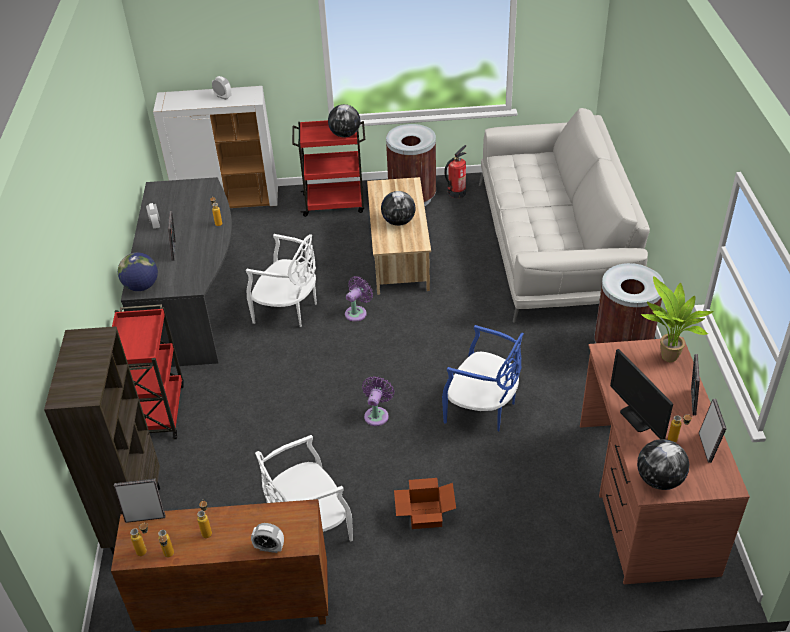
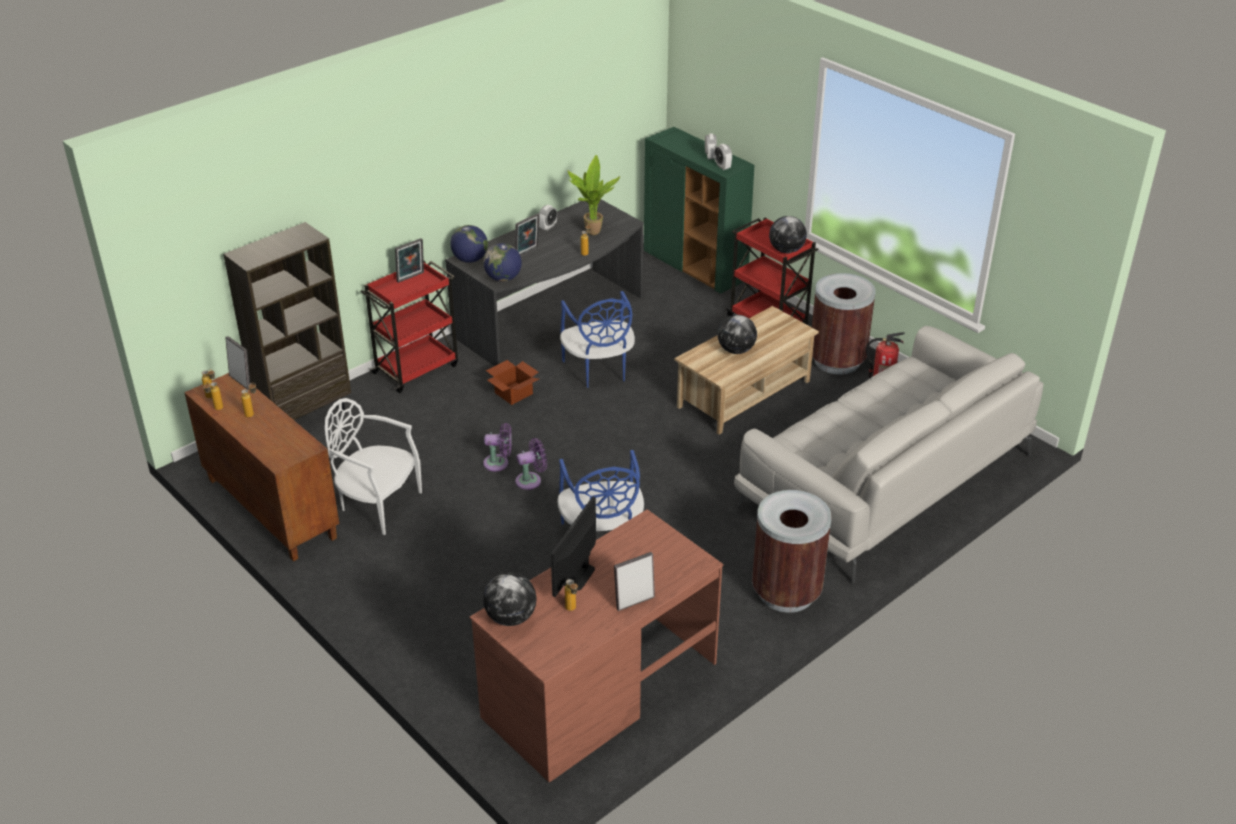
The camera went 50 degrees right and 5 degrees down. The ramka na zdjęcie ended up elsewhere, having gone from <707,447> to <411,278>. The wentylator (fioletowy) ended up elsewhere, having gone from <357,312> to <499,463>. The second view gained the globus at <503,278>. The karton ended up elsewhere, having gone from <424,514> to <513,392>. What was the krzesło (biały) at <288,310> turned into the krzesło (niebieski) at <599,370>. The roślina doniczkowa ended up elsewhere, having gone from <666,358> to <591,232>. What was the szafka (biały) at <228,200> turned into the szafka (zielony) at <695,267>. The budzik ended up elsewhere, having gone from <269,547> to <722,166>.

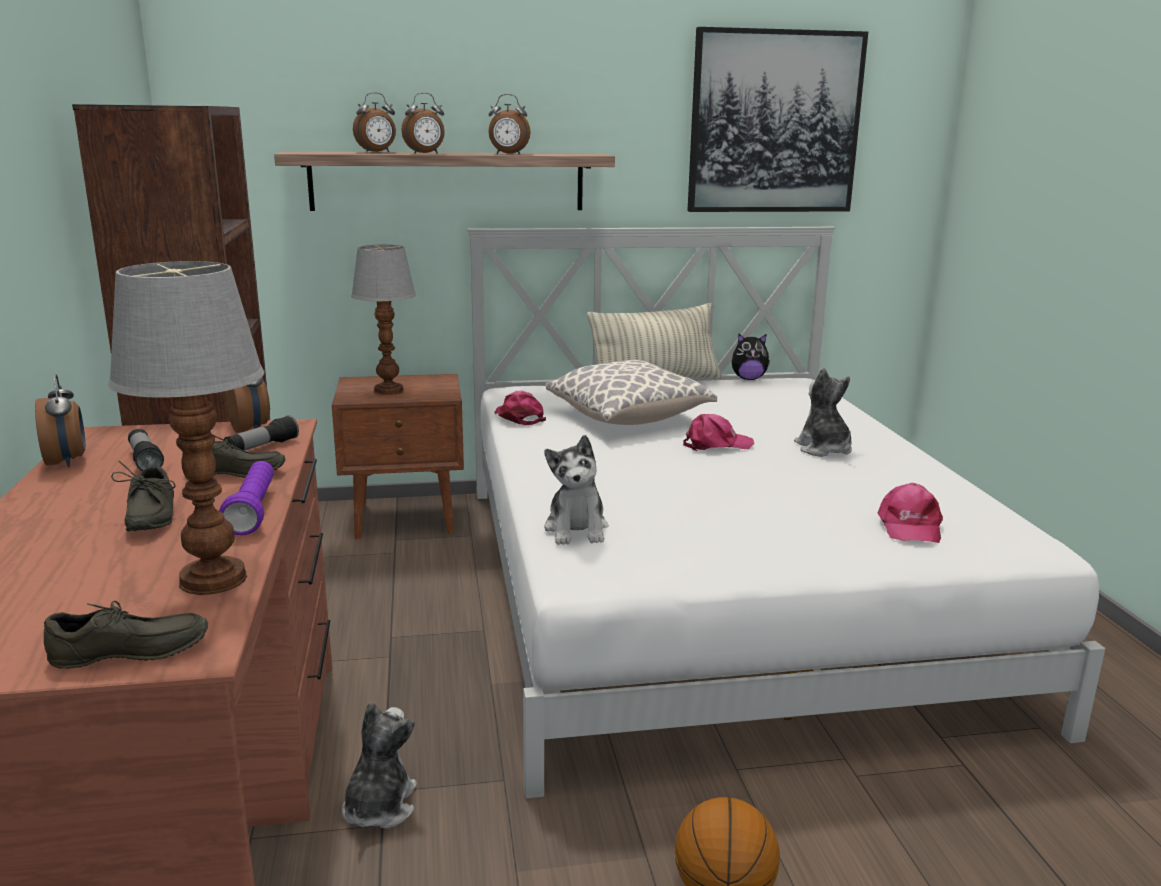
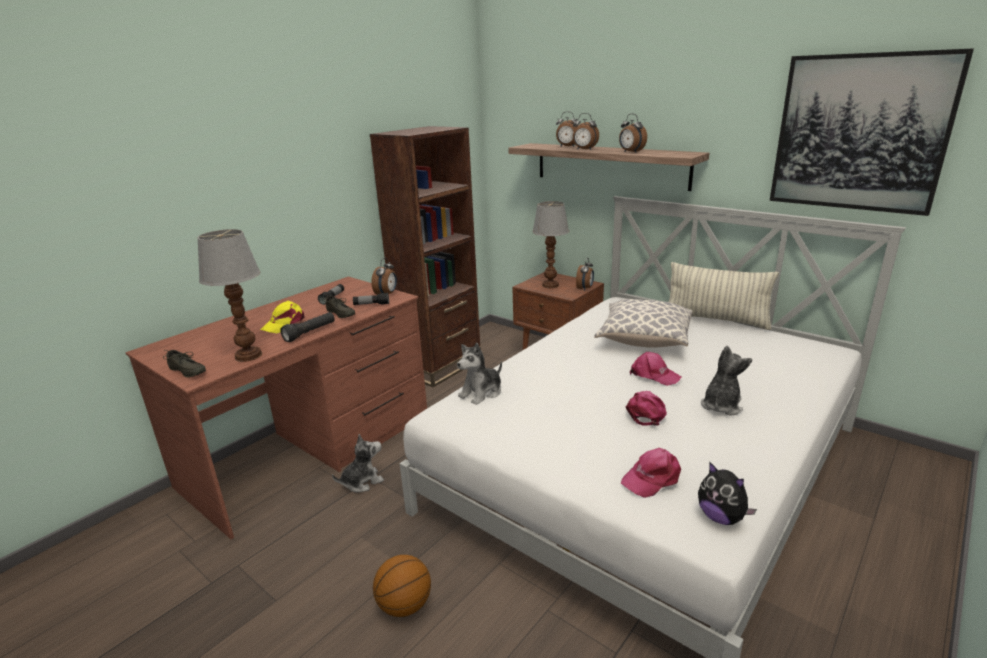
The camera went 50 degrees right and 5 degrees up. Where the but (szary) stood at <147,518>, the czapka z daszkiem (żółty) came to stand at <284,324>. What was the latarka (fioletowy) at <253,511> turned into the latarka (czarny) at <310,333>. The budzik ended up elsewhere, having gone from <67,462> to <585,289>. The czapka z daszkiem (różowy) ended up elsewhere, having gone from <519,417> to <647,412>. The pluszak ended up elsewhere, having gone from <748,379> to <721,517>.

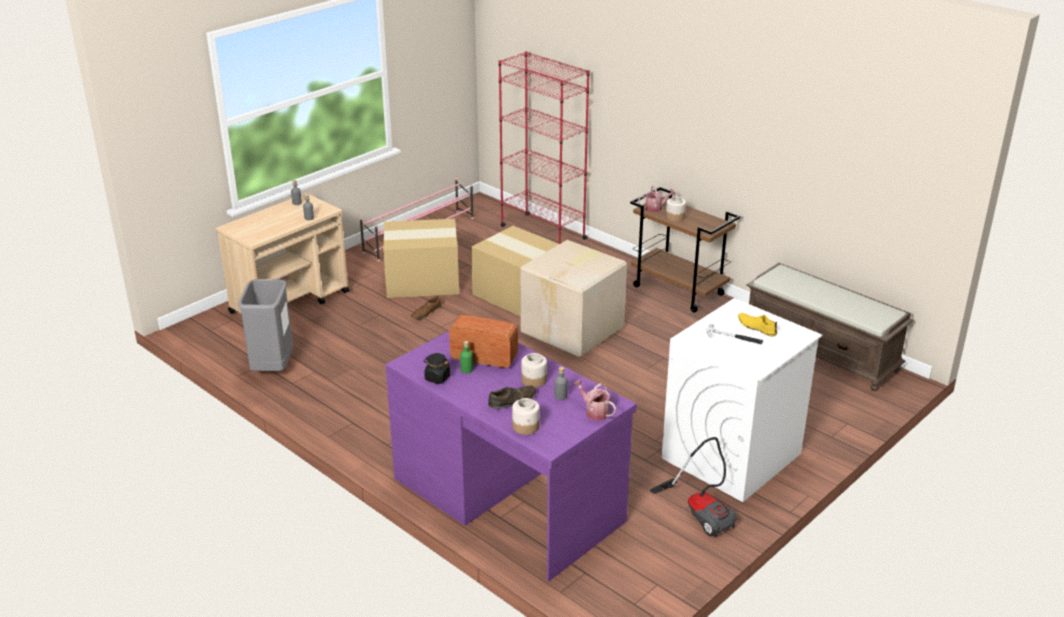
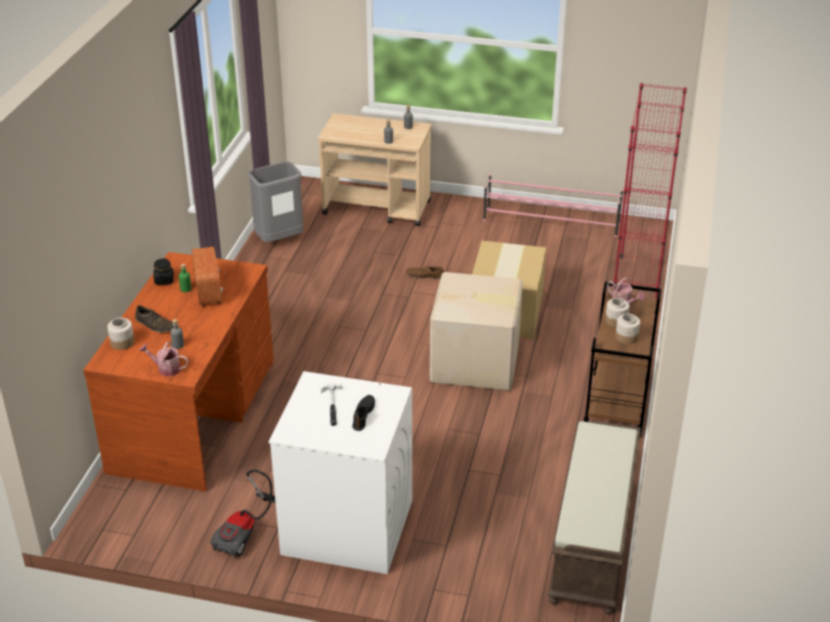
The camera went 60 degrees right and 5 degrees up. What was the biurko (fioletowy) at <508,498> turned into the biurko (brązowy) at <194,416>. The konewka at <594,411> ended up facing another way, 90 degrees counterclockwise from before. What was the but (żółty) at <757,327> turned into the but (czarny) at <363,415>. The słoik ended up elsewhere, having gone from <534,380> to <626,337>. The second view lost the karton at <421,280>.

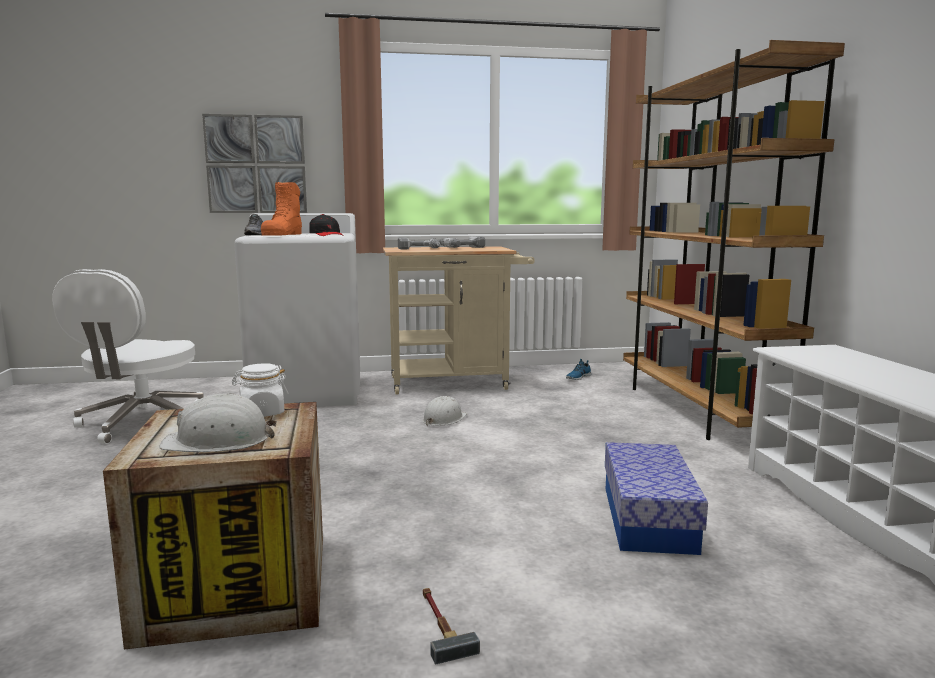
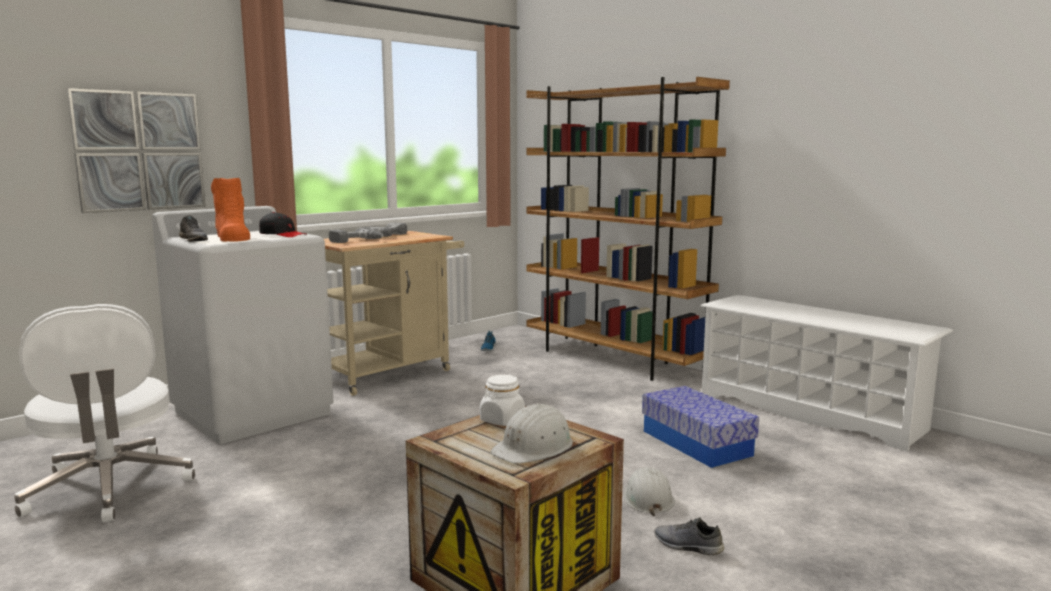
The camera went 35 degrees left and 0 degrees up. The kask (biały) ended up elsewhere, having gone from <444,419> to <647,498>. Where the młotek stood at <440,625>, the but (szary) came to stand at <687,546>.

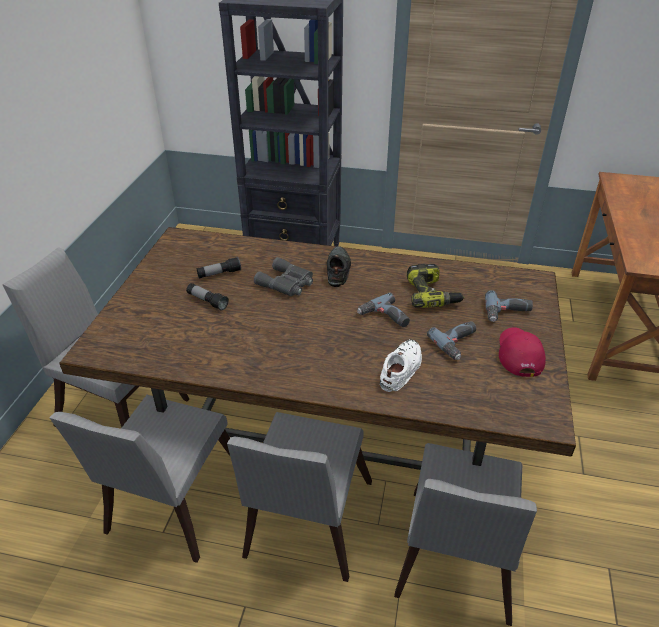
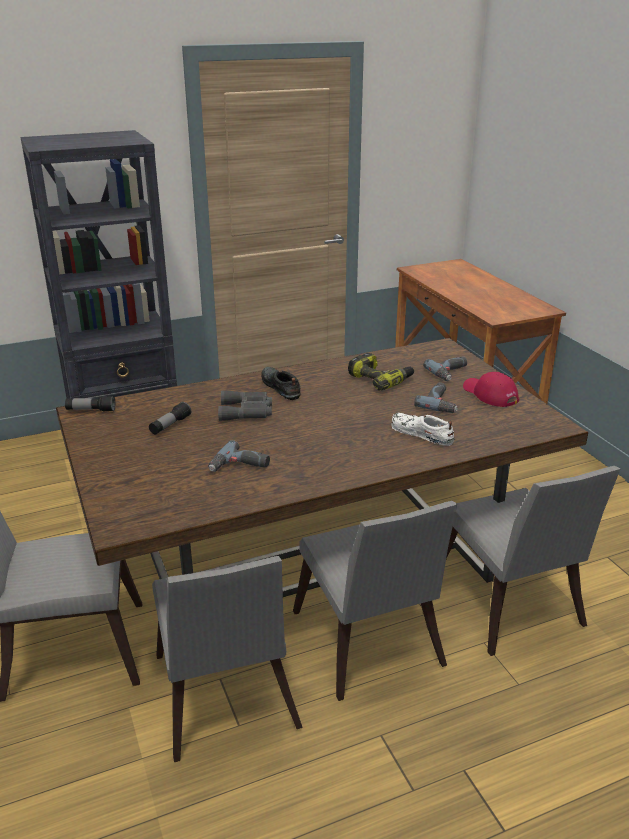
The camera went 35 degrees left and 10 degrees down. The latarka ended up elsewhere, having gone from <207,301> to <91,410>. The wiertarka ended up elsewhere, having gone from <384,318> to <239,466>. The but (biały) at <401,368> ended up facing another way, 45 degrees counterclockwise from before.

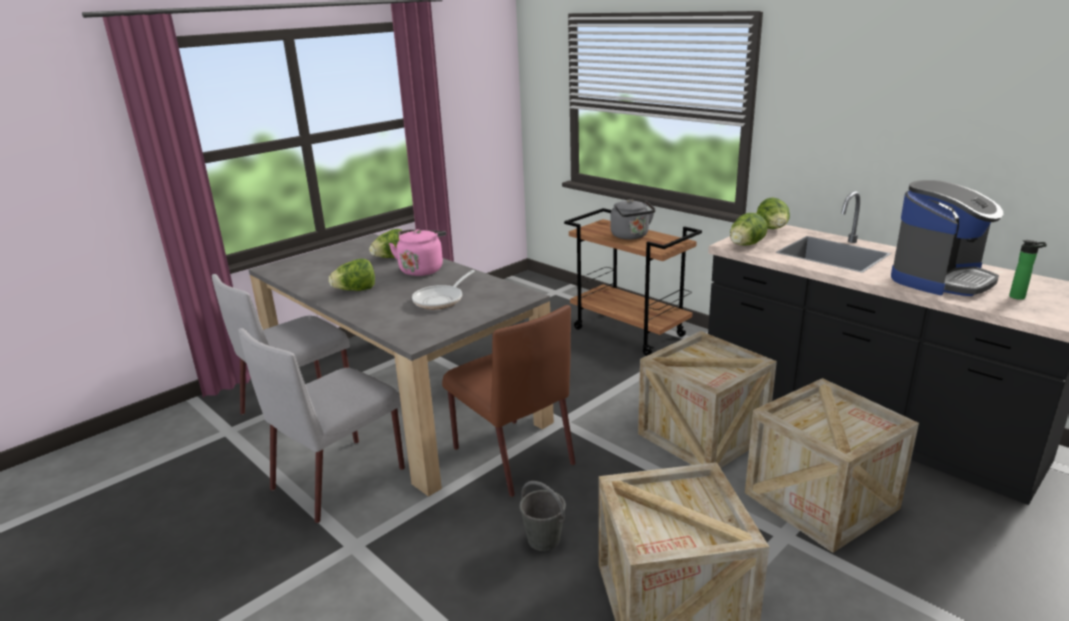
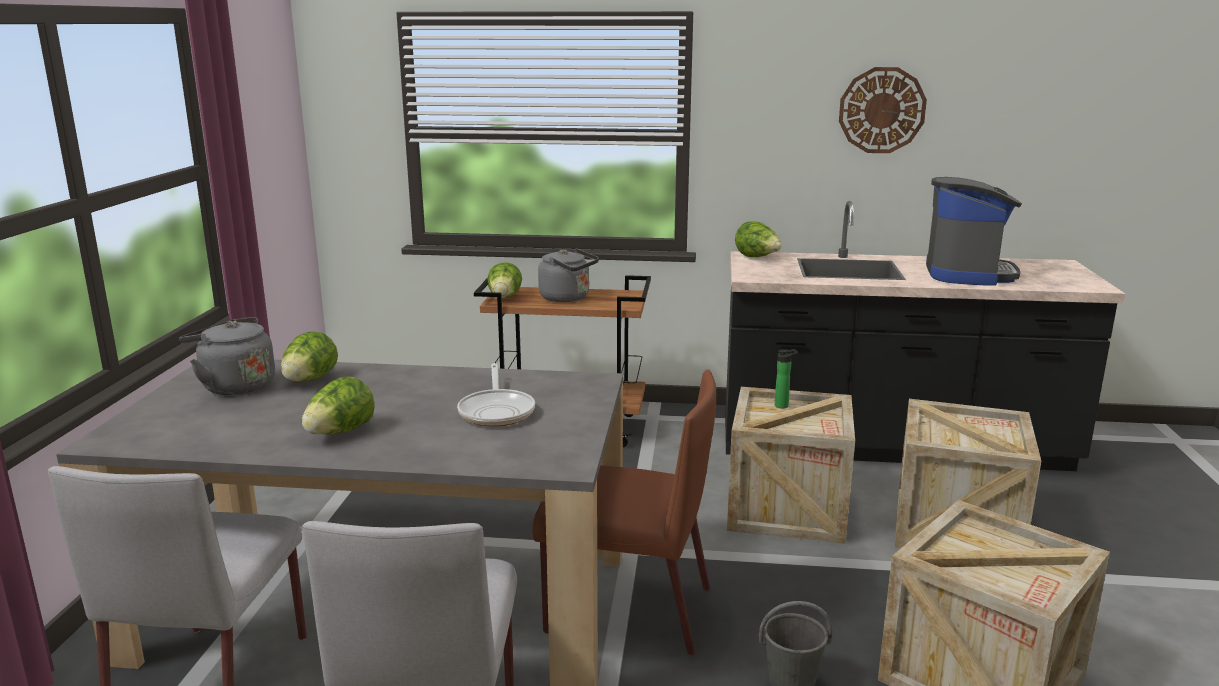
The camera went 40 degrees left and 5 degrees down. The second view gained the czajnik (szary) at <235,386>. The sałata ended up elsewhere, having gone from <745,245> to <504,298>. The butelka ended up elsewhere, having gone from <1019,297> to <783,405>. The second view gained the zegar ścienny at <882,110>. The second view lost the czajnik (różowy) at <422,269>.

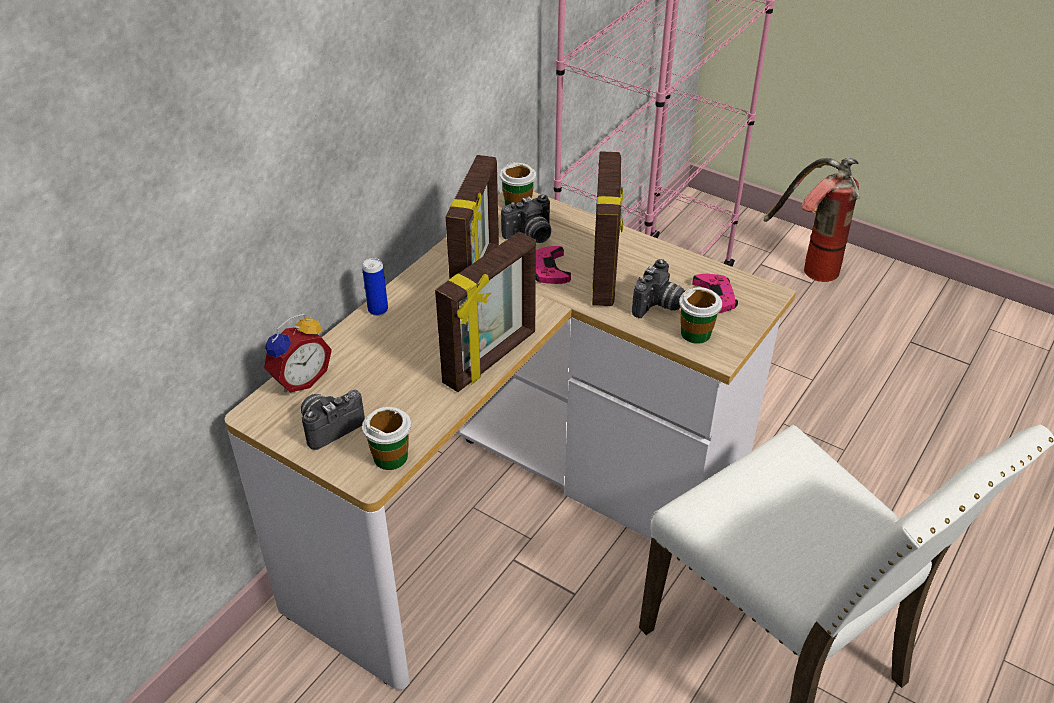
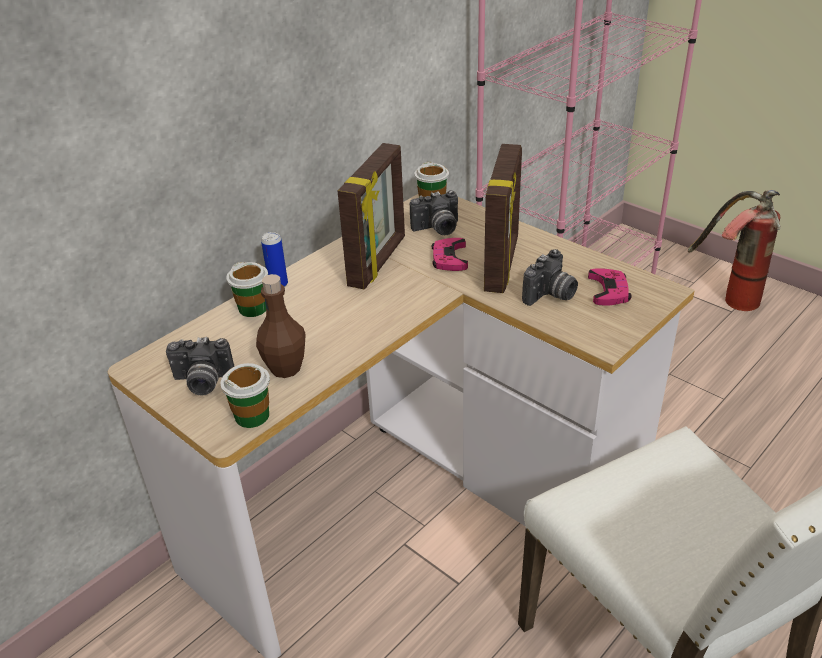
The camera went 10 degrees right and 5 degrees down. The aparat fotograficzny at <329,426> ended up facing another way, 150 degrees counterclockwise from before. The filiżanka ended up elsewhere, having gone from <696,333> to <253,308>. The second view gained the butelka (brązowy) at <285,368>. The second view lost the budzik at <299,379>. The second view lost the ramka na zdjęcie at <491,359>.

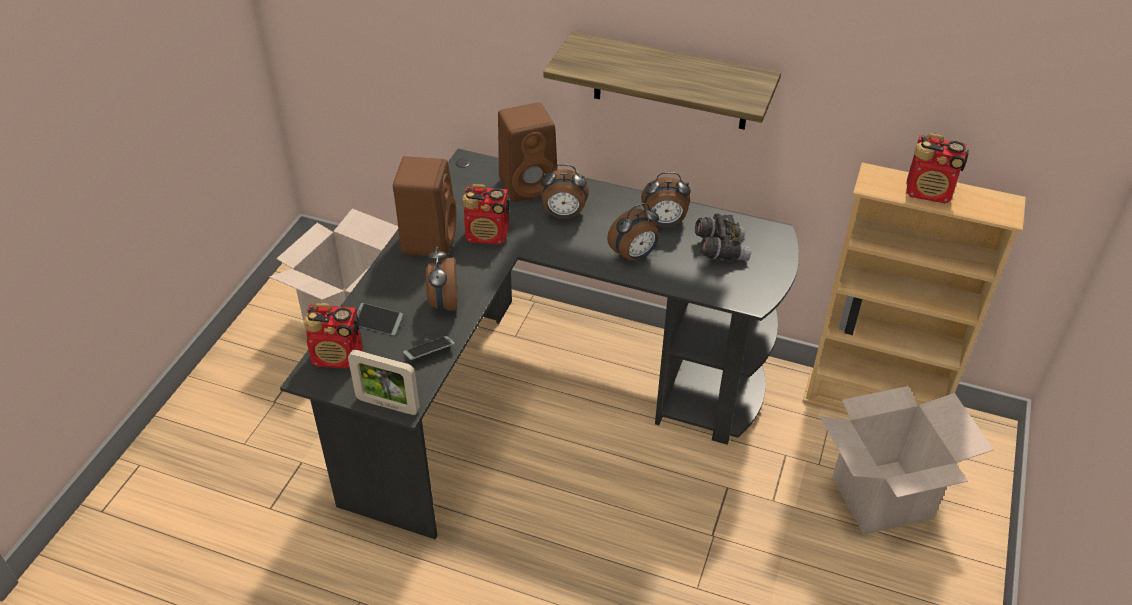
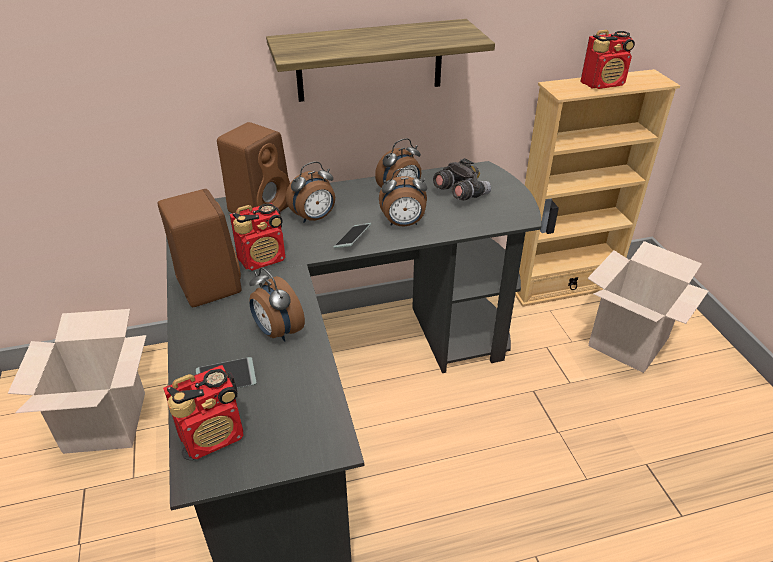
The camera went 35 degrees left and 5 degrees down. The telefon ended up elsewhere, having gone from <429,351> to <352,239>. The budzik at <634,256> ended up facing another way, 60 degrees clockwise from before. The second view lost the ramka na zdjęcie at <387,405>.

